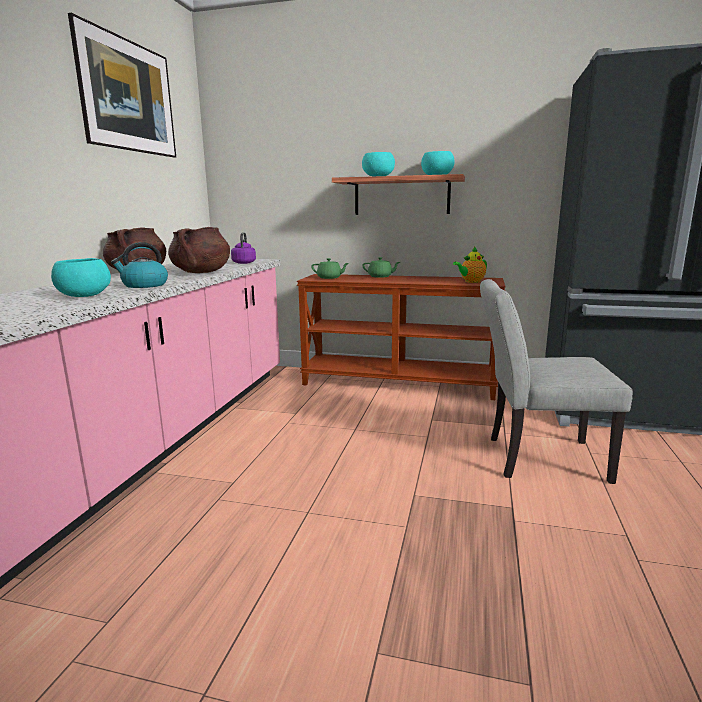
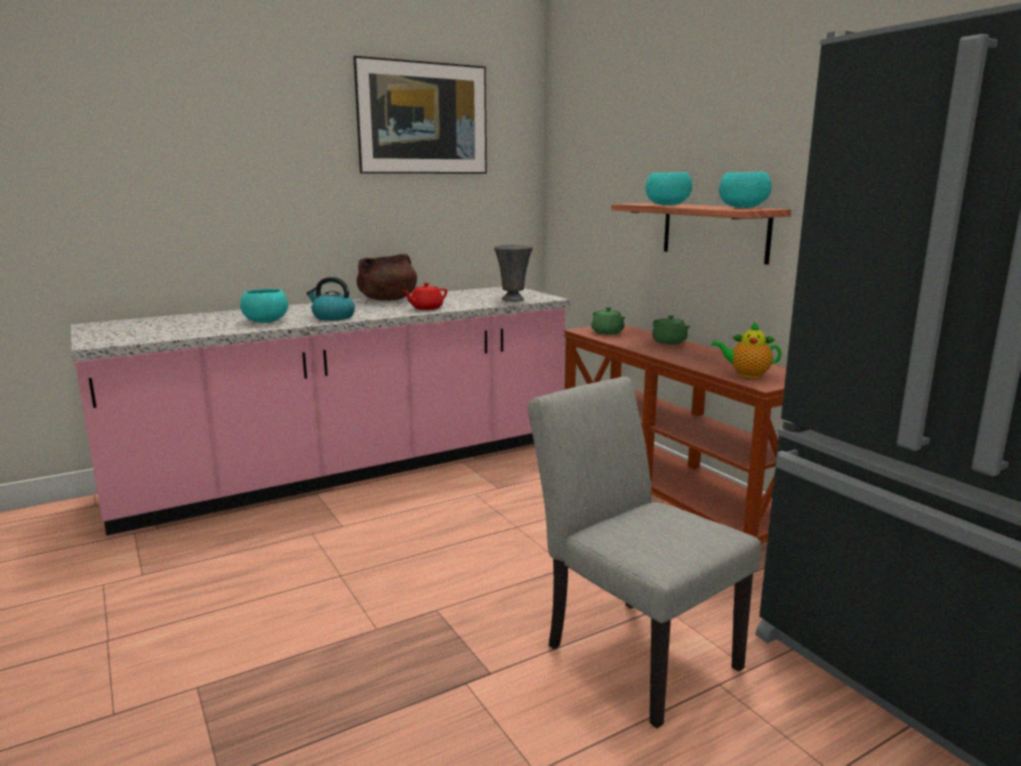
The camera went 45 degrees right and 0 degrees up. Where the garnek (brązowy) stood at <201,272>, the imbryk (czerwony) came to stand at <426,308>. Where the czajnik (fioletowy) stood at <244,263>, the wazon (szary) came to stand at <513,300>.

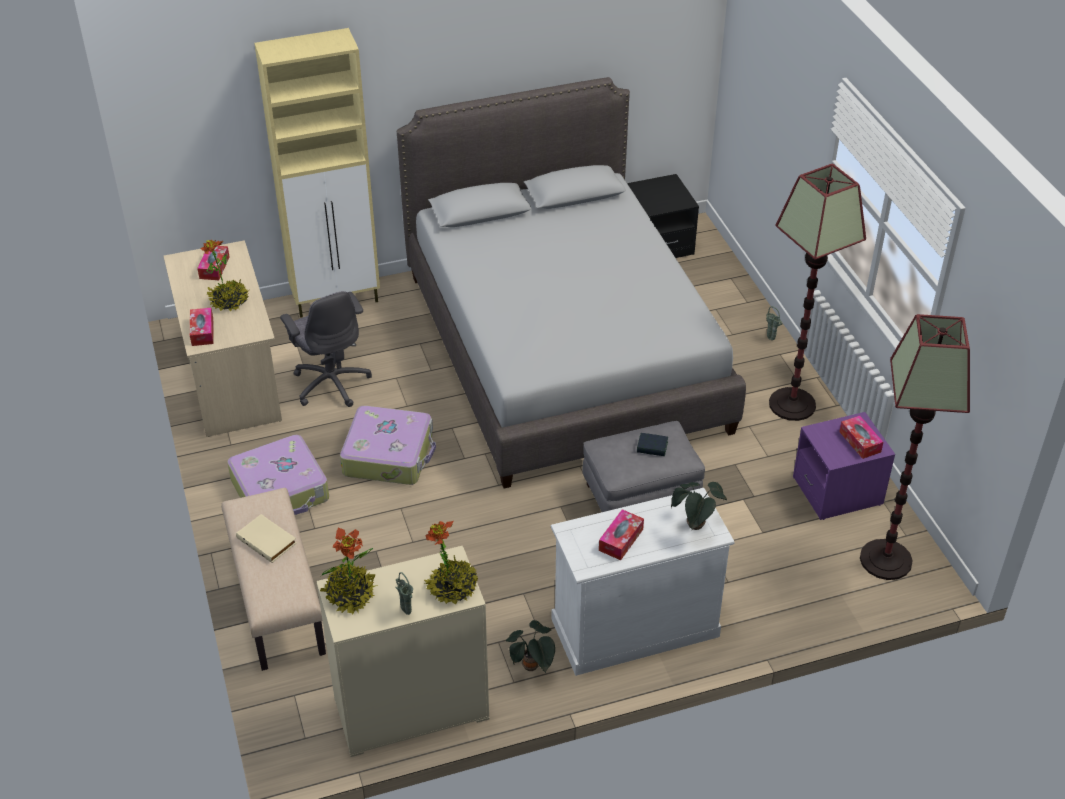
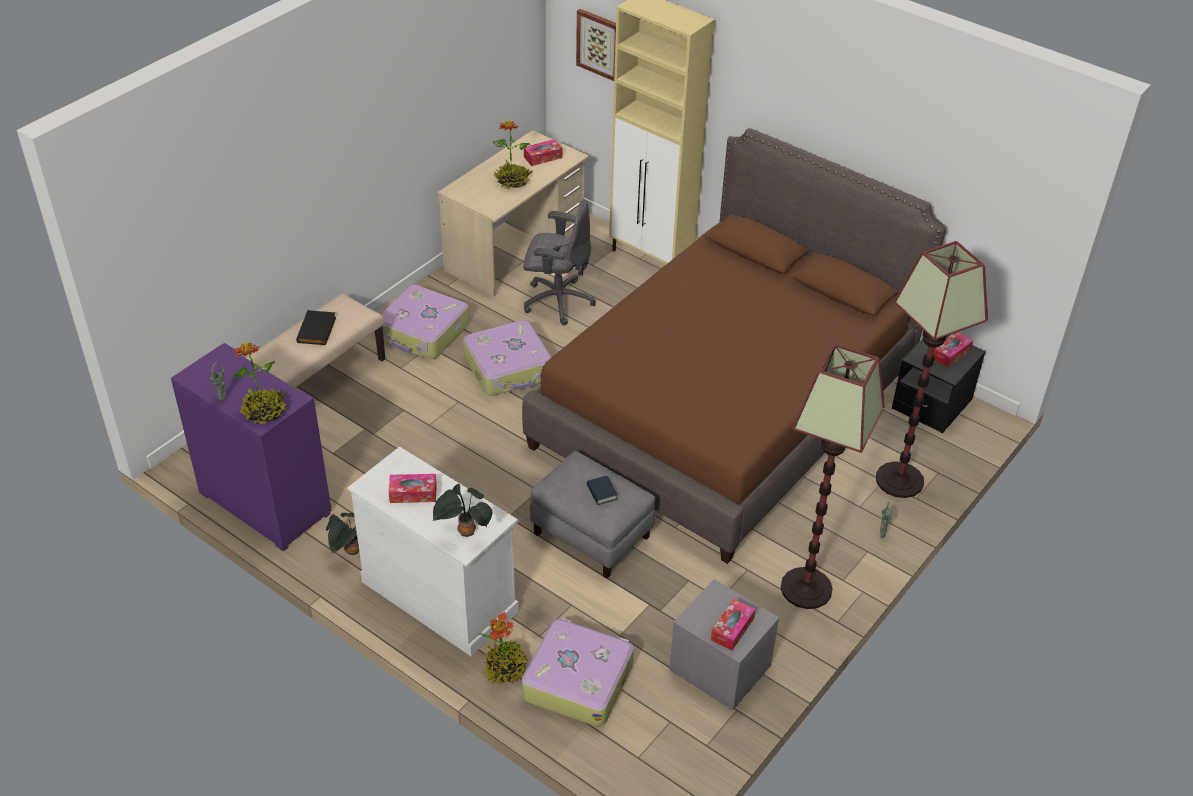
The camera went 55 degrees right and 0 degrees up. What was the szafka (beżowy) at <410,709> turned into the szafka (fioletowy) at <263,503>. What was the książka (beżowy) at <268,540> turned into the książka (czarny) at <317,330>. The roślina doniczkowa ended up elsewhere, having gone from <350,595> to <505,668>. What was the łóżko (szary) at <564,350> turned into the łóżko (brązowy) at <724,409>. The second view gained the walizka at <577,680>. The krzesło biurowe (szary) at <331,383> ended up facing another way, 105 degrees counterclockwise from before. The second view gained the obraz at <599,44>. What was the szafka nocna (fioletowy) at <837,491> turned into the szafka nocna (szary) at <720,669>. The lampa stojąca ended up elsewhere, having gone from <886,559> to <900,480>. The pudełko chusteczek ended up elsewhere, having gone from <202,331> to <950,354>.

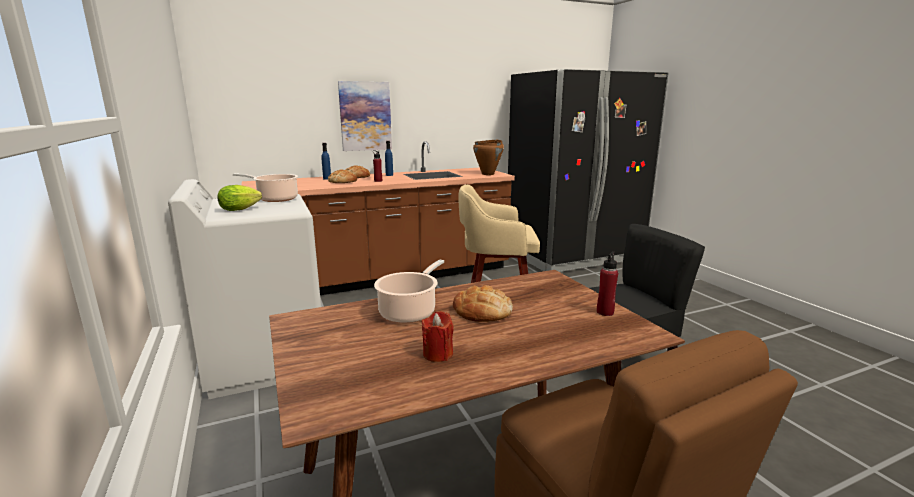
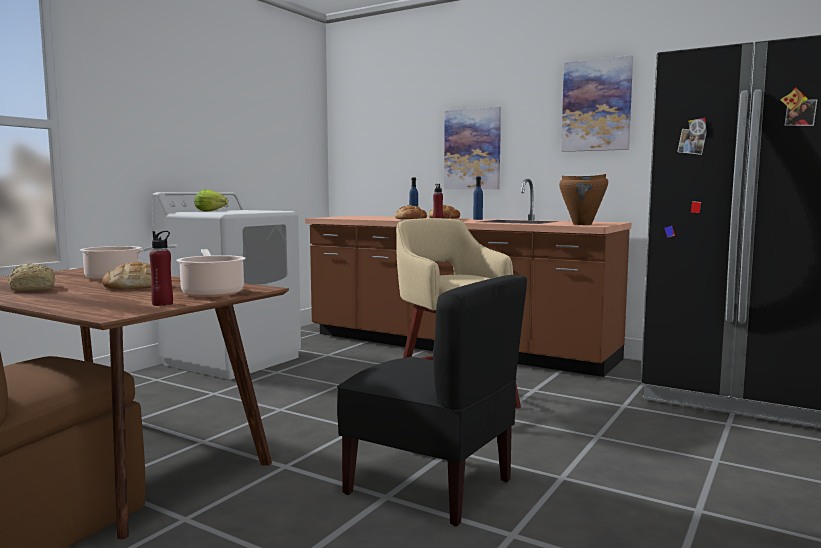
The camera went 55 degrees right and 10 degrees down. Where the świeca (czerwony) stood at <438,354>, the chleb came to stand at <33,288>. The garnek ended up elsewhere, having gone from <275,199> to <212,293>. The second view gained the obraz at <596,105>.

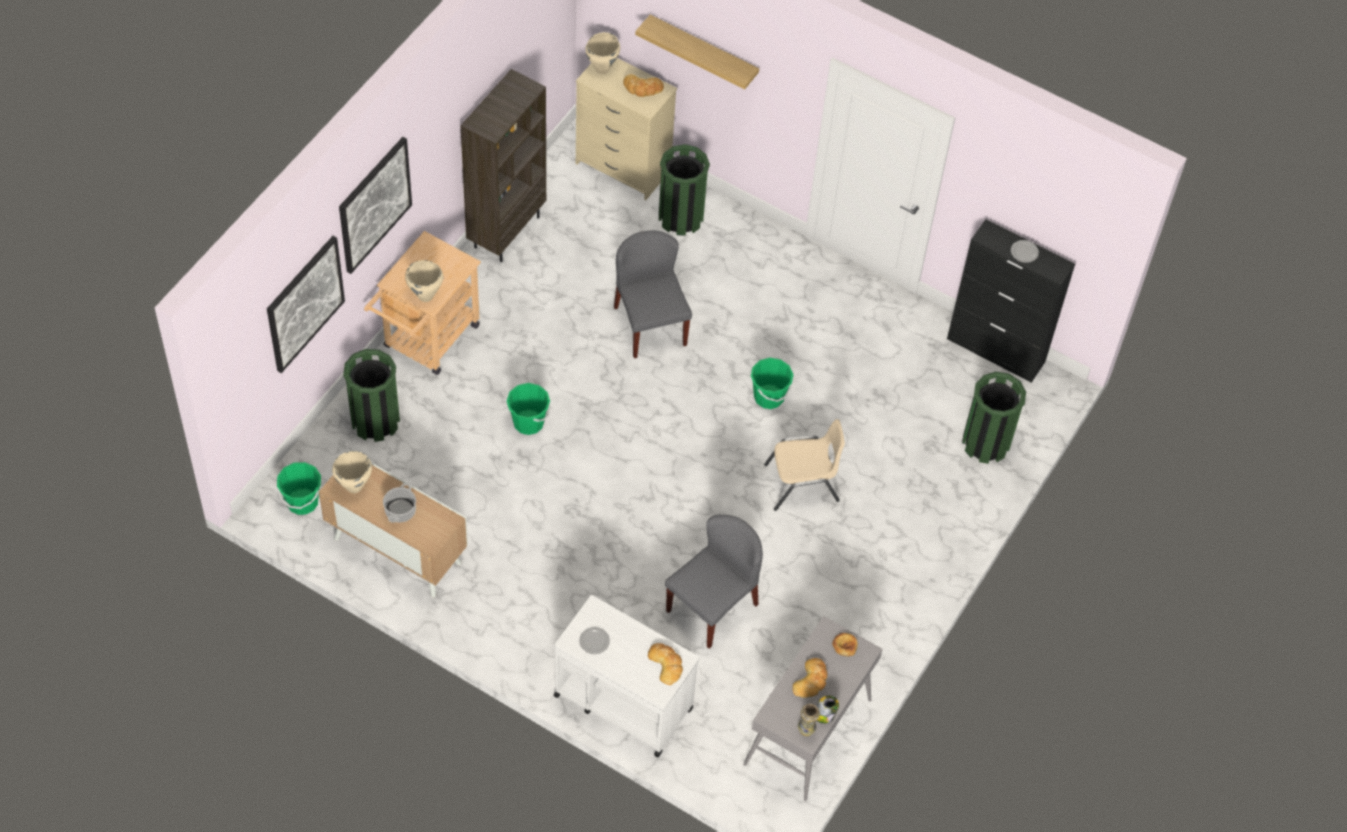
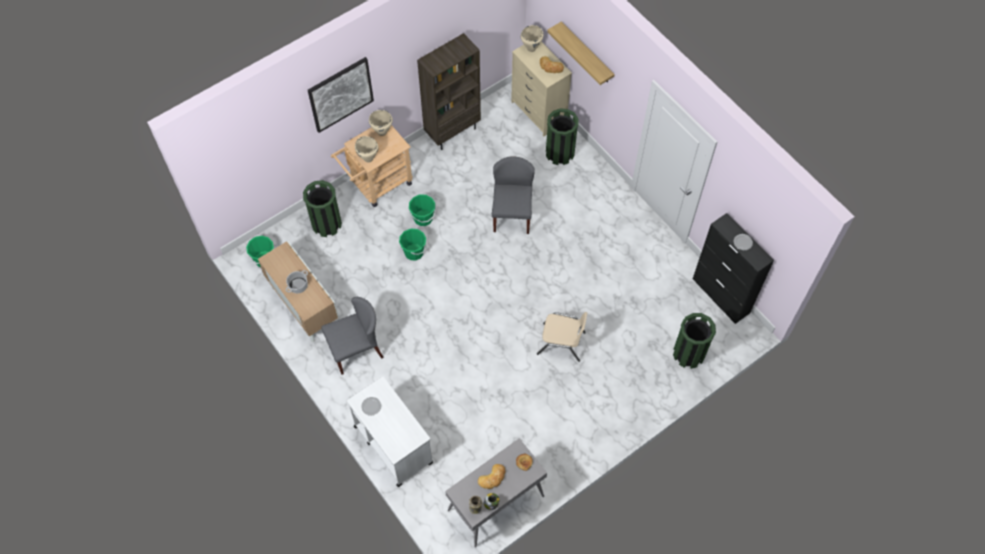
The camera went 25 degrees right and 5 degrees up. The krzesło (szary) ended up elsewhere, having gone from <712,607> to <356,350>. The garnek (beżowy) ended up elsewhere, having gone from <353,486> to <382,132>. The wiadro (zielony) ended up elsewhere, having gone from <769,397> to <423,218>. The second view lost the obraz at <304,303>. The second view lost the chleb at <666,664>.

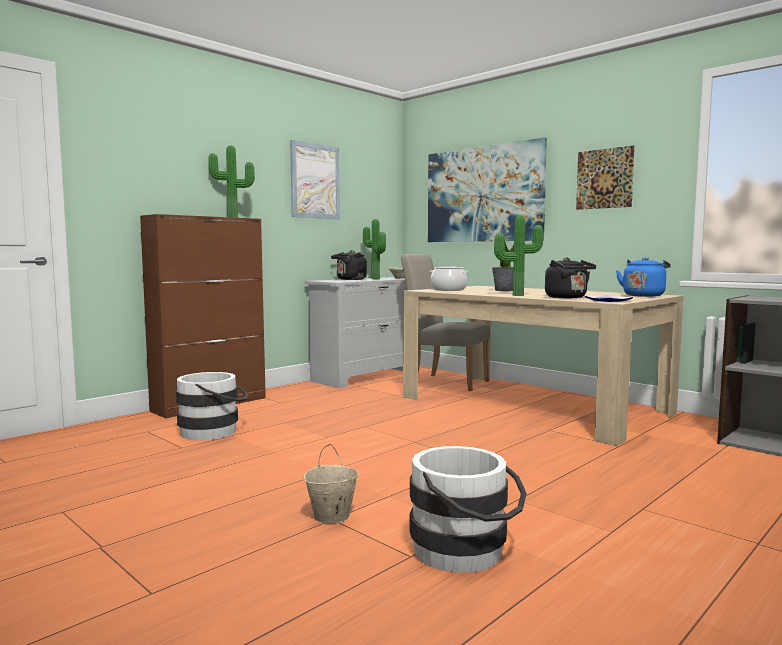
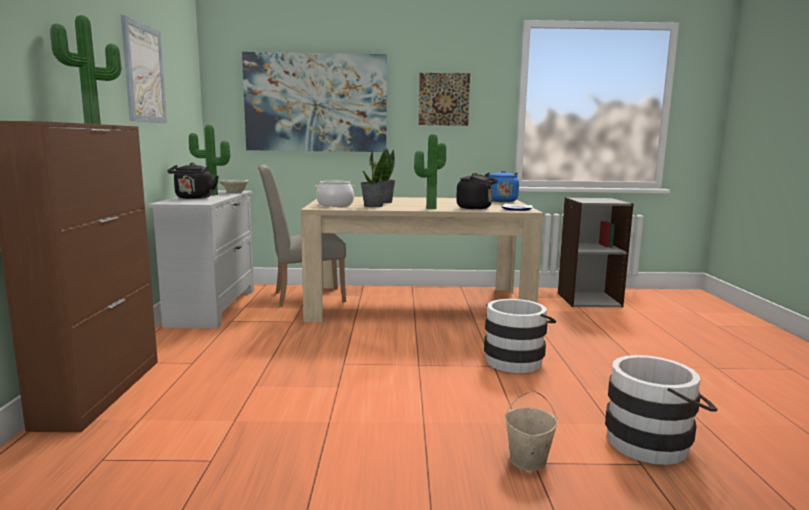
The camera went 45 degrees left and 5 degrees up. The second view gained the roślina doniczkowa at <373,206>. The wiadro (biały) ended up elsewhere, having gone from <214,431> to <515,360>.

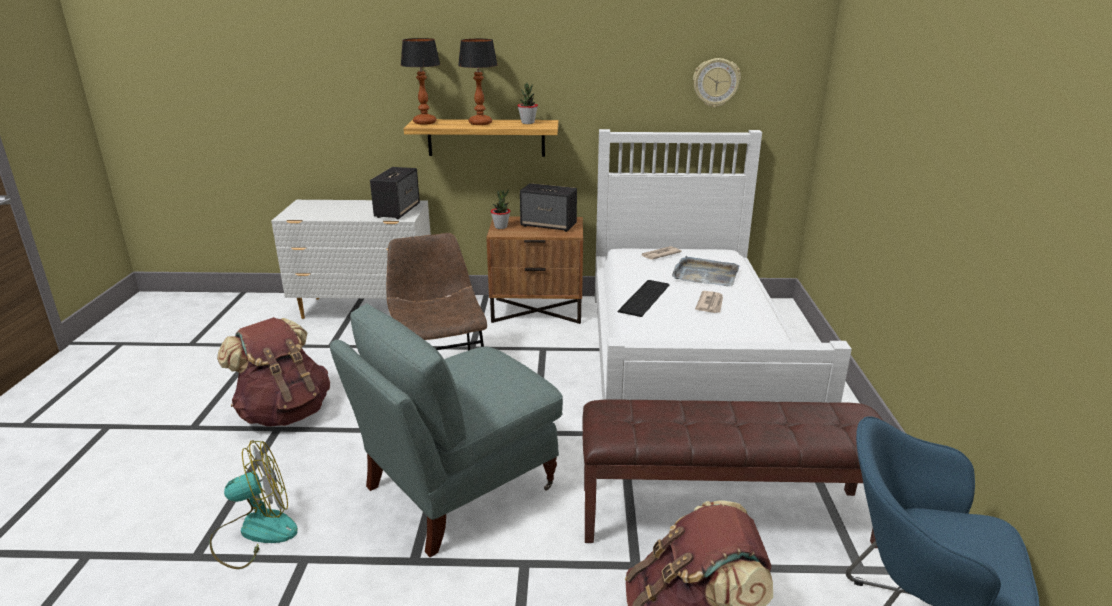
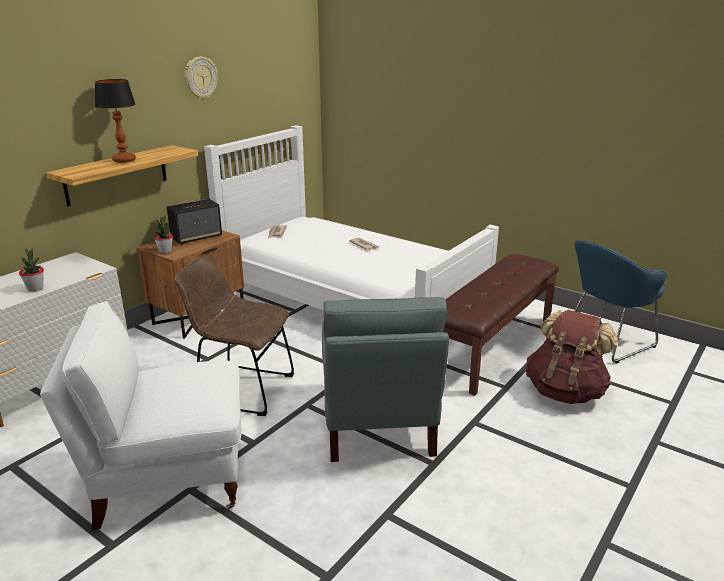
The camera went 55 degrees left and 0 degrees up. The roślina doniczkowa ended up elsewhere, having gone from <527,123> to <35,288>. Where the plecak (brązowy) stood at <284,412>, the fotel (biały) came to stand at <168,479>. The zegar ścienny ended up elsewhere, having gone from <716,82> to <200,78>. The second view lost the wentylator at <254,532>. The second view lost the głośnik at <397,211>. The second view lost the lampa stołowa at <425,122>. The second view lost the klawiatura at <646,298>. The second view lost the taca (szary) at <705,275>.

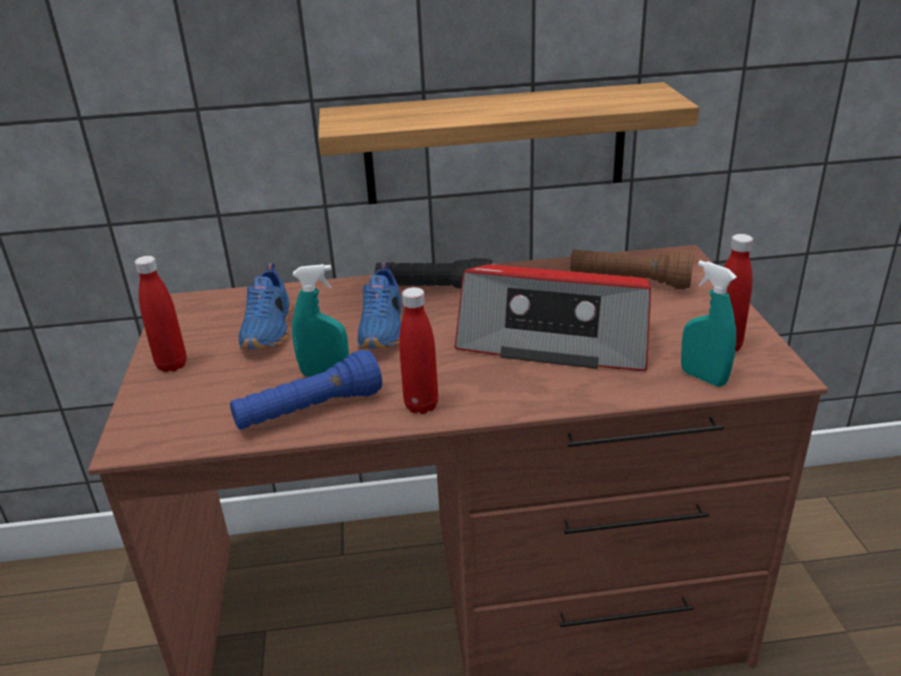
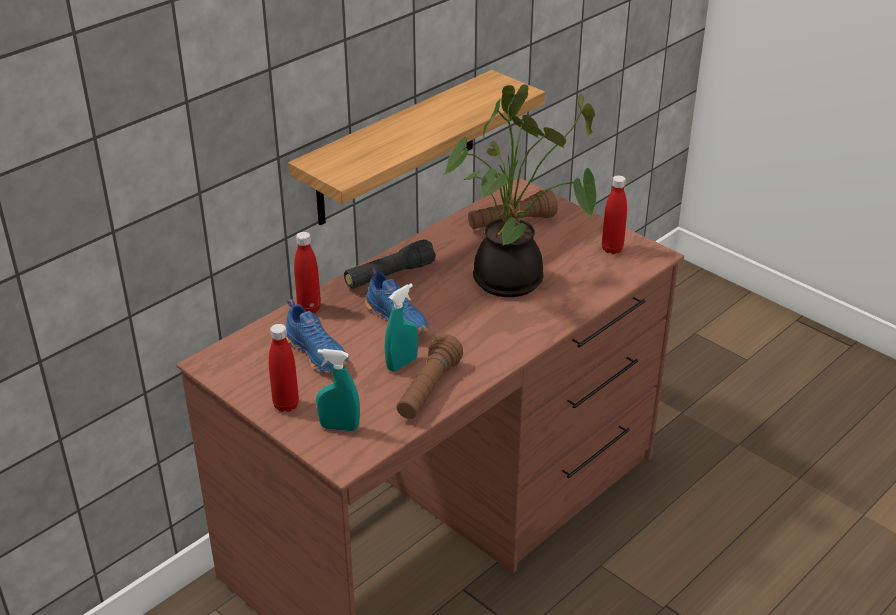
The camera went 40 degrees left and 5 degrees up. The butelka (czerwony) ended up elsewhere, having gone from <421,406> to <309,308>. The spryskiwacz (turkusowy) ended up elsewhere, having gone from <703,377> to <339,427>. What was the latarka (niebieski) at <309,411> turned into the latarka (brązowy) at <428,390>. Where the radio stood at <555,339>, the roślina doniczkowa came to stand at <514,282>.

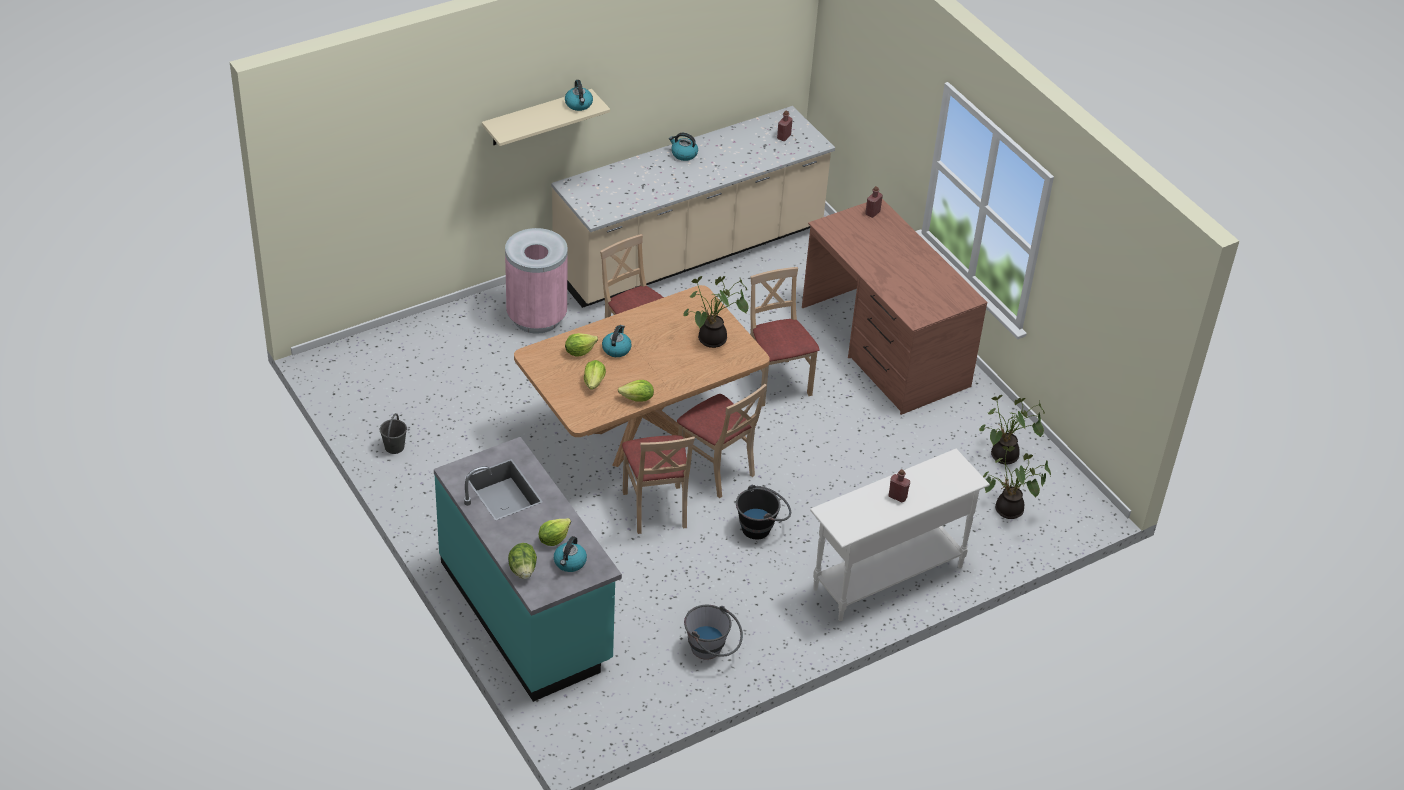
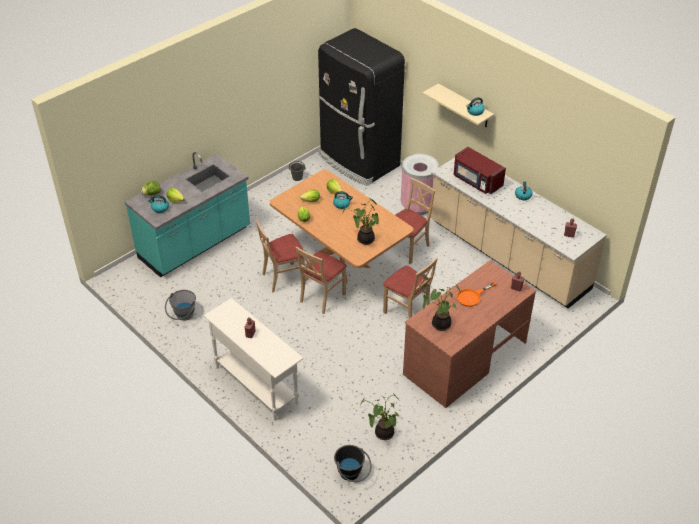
The camera went 80 degrees right and 0 degrees up. The second view gained the lodówka (czarny) at <358,161>. The wiadro (czarny) ended up elsewhere, having gone from <761,527> to <352,475>. The krzesło (beżowy) at <776,382> ended up facing another way, 75 degrees clockwise from before. The roślina doniczkowa ended up elsewhere, having gone from <1007,511> to <439,324>. The second view gained the mikrofalówka (czerwony) at <476,181>. The second view gained the patelnia (pomarańczowy) at <472,296>.

